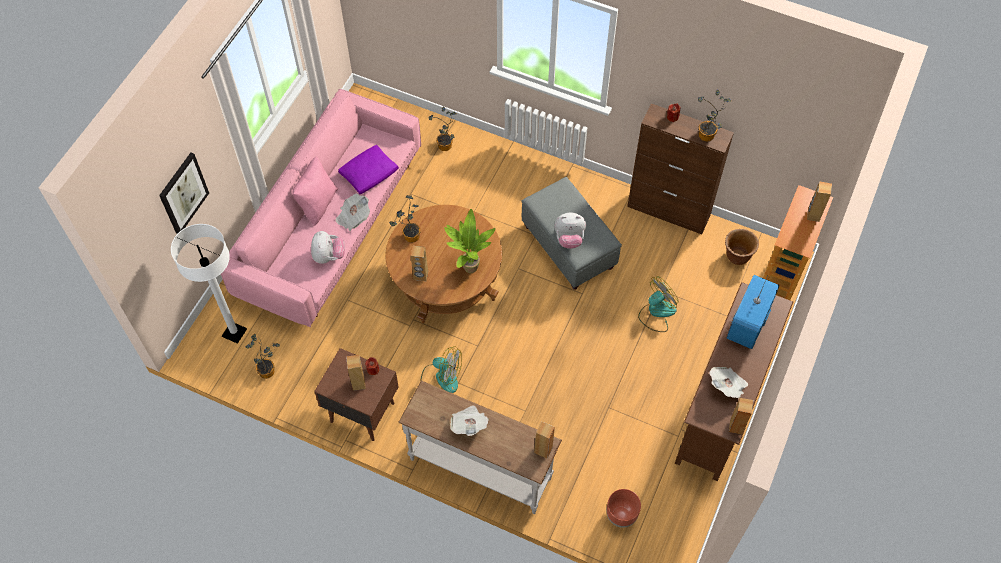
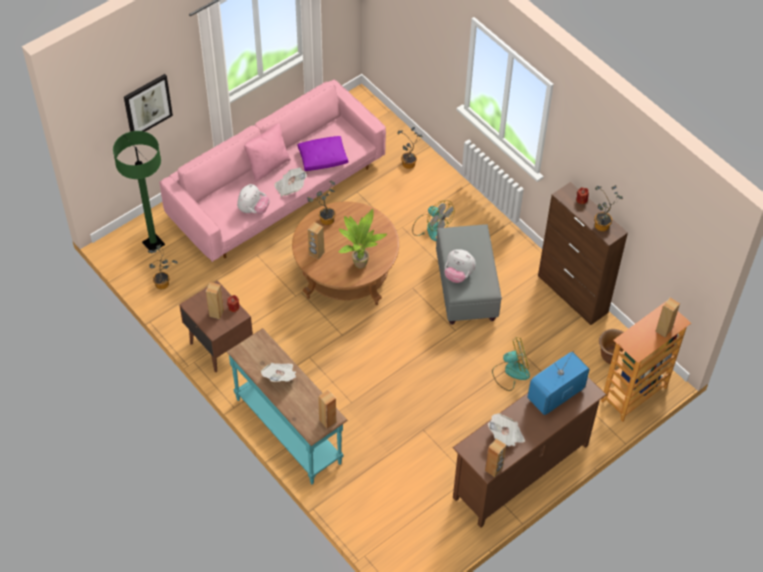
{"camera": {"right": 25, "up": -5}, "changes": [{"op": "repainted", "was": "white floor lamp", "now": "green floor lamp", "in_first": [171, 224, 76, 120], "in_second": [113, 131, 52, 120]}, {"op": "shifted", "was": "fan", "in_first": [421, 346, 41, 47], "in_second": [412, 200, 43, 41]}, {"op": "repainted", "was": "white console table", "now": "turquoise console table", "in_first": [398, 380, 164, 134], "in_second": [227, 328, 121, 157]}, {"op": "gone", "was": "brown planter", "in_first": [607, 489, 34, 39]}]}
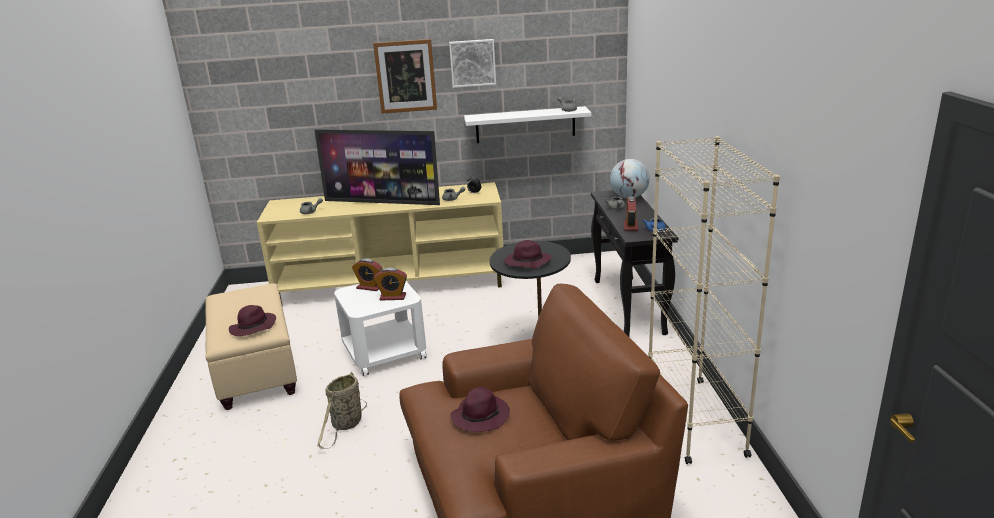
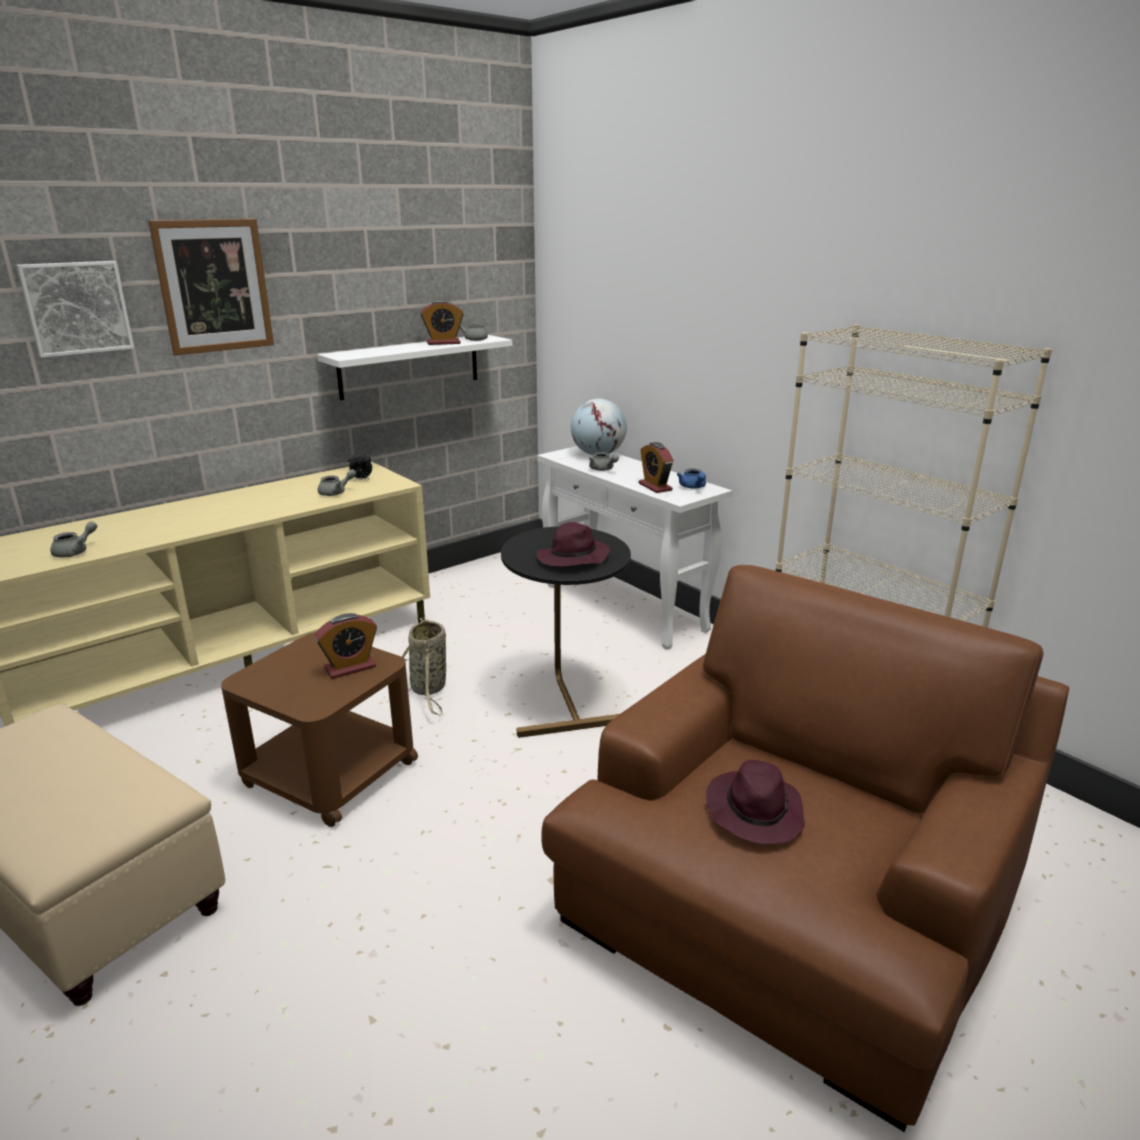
{"camera": {"right": -35, "up": 0}, "changes": [{"op": "shifted", "was": "picture", "in_first": [449, 39, 47, 49], "in_second": [16, 261, 118, 97]}, {"op": "gone", "was": "television", "in_first": [315, 129, 125, 76]}, {"op": "repainted", "was": "black console table", "now": "white console table", "in_first": [591, 190, 87, 146], "in_second": [537, 446, 195, 203]}, {"op": "shifted", "was": "alarm clock", "in_first": [352, 259, 30, 32], "in_second": [420, 300, 43, 45]}, {"op": "repainted", "was": "white side table", "now": "brown side table", "in_first": [334, 281, 92, 95], "in_second": [221, 632, 197, 195]}, {"op": "gone", "was": "purple hat", "in_first": [229, 305, 47, 31]}, {"op": "shifted", "was": "basket", "in_first": [317, 371, 50, 78], "in_second": [402, 618, 44, 97]}]}
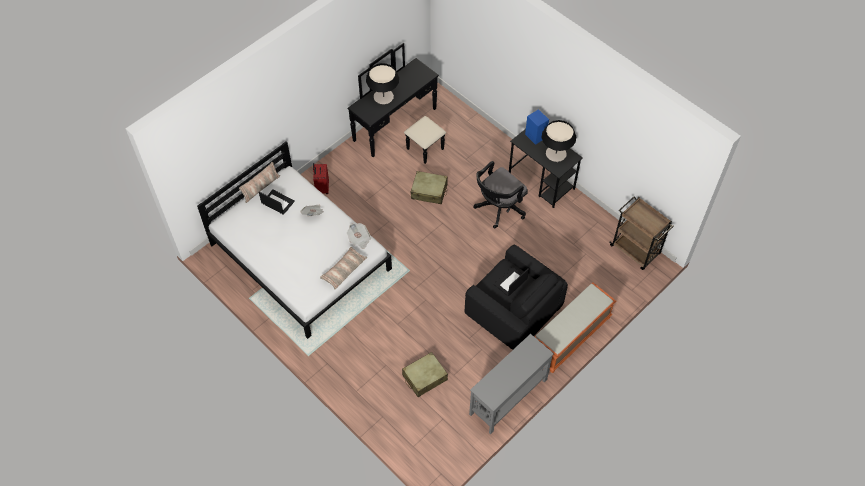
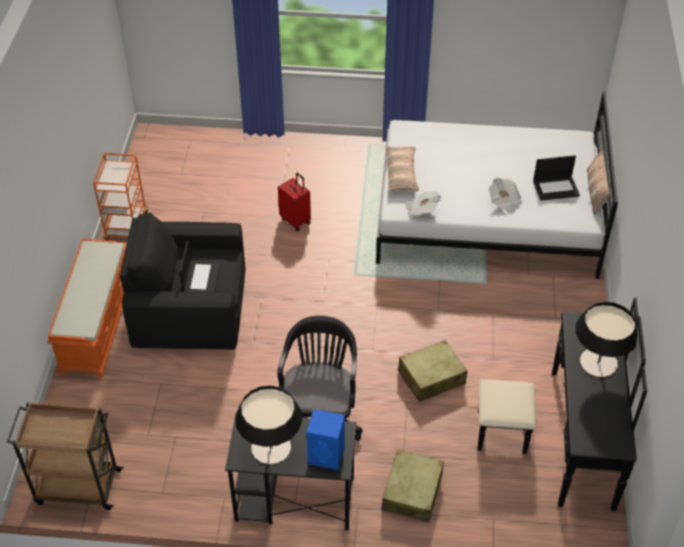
{"camera": {"right": 140, "up": -10}, "changes": [{"op": "shifted", "was": "red suitcase", "in_first": [313, 163, 16, 31], "in_second": [278, 173, 33, 58]}, {"op": "swapped", "was": "grey console table", "now": "orange cart", "in_first": [469, 334, 85, 100], "in_second": [93, 153, 55, 87]}, {"op": "shifted", "was": "beige suitcase", "in_first": [402, 352, 46, 45], "in_second": [382, 450, 62, 72]}]}
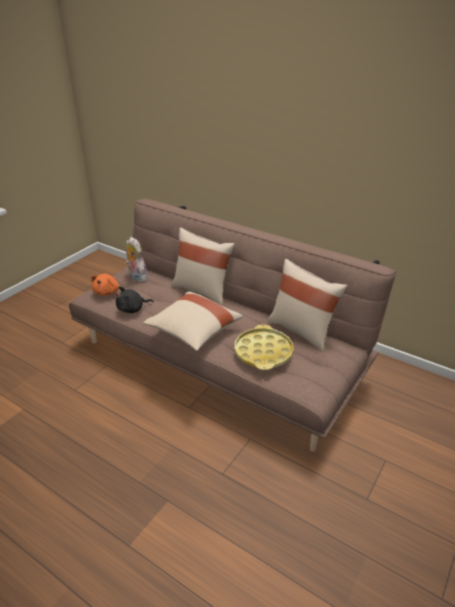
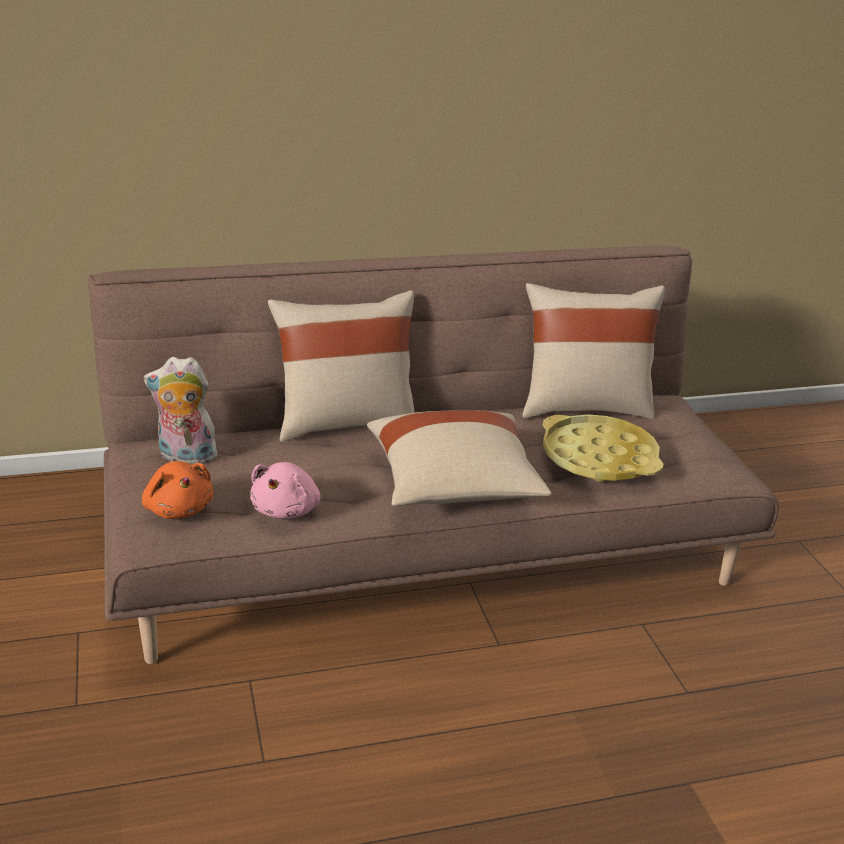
{"camera": {"right": -50, "up": -5}, "changes": [{"op": "repainted", "was": "black plush toy", "now": "pink plush toy", "in_first": [115, 286, 39, 27], "in_second": [250, 462, 70, 57]}]}
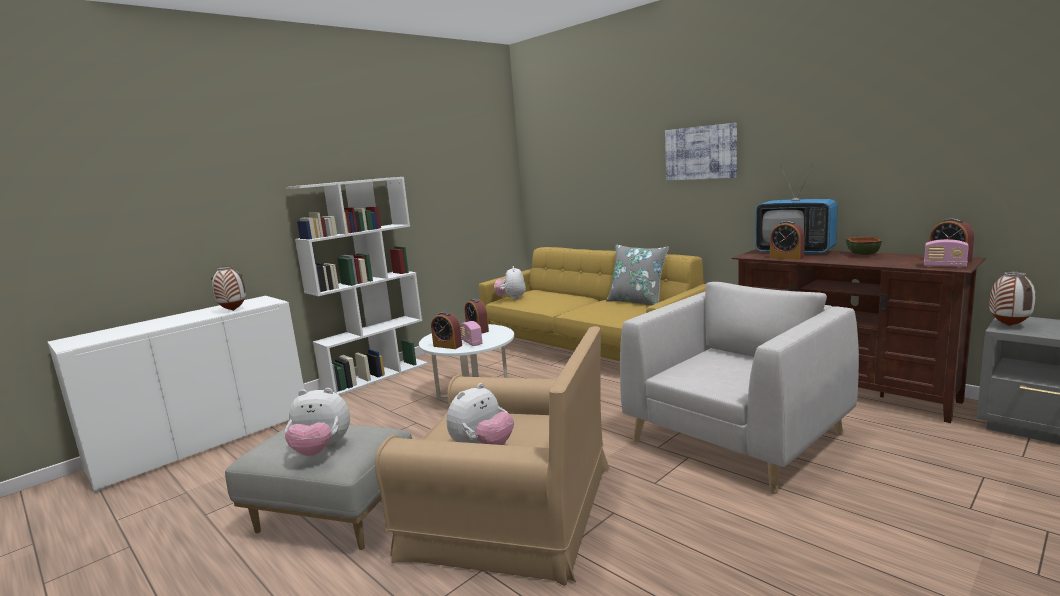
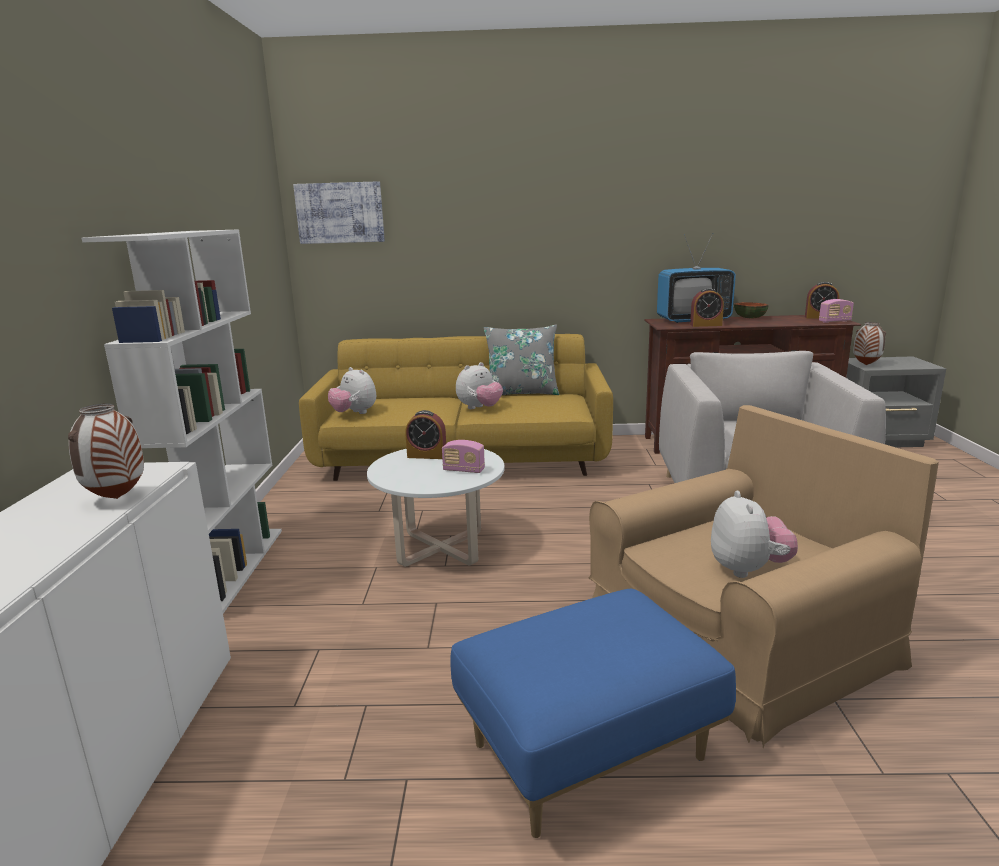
{"camera": {"right": -45, "up": 5}, "changes": [{"op": "shifted", "was": "picture", "in_first": [665, 123, 72, 58], "in_second": [293, 181, 92, 63]}, {"op": "gone", "was": "alarm clock", "in_first": [431, 311, 31, 38]}, {"op": "shifted", "was": "plush toy", "in_first": [285, 388, 65, 68], "in_second": [456, 362, 47, 47]}, {"op": "repainted", "was": "grey ottoman", "now": "blue ottoman", "in_first": [225, 425, 187, 125], "in_second": [450, 589, 286, 249]}]}
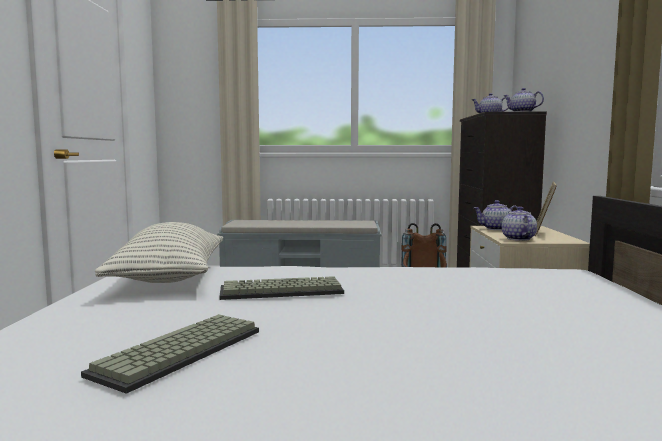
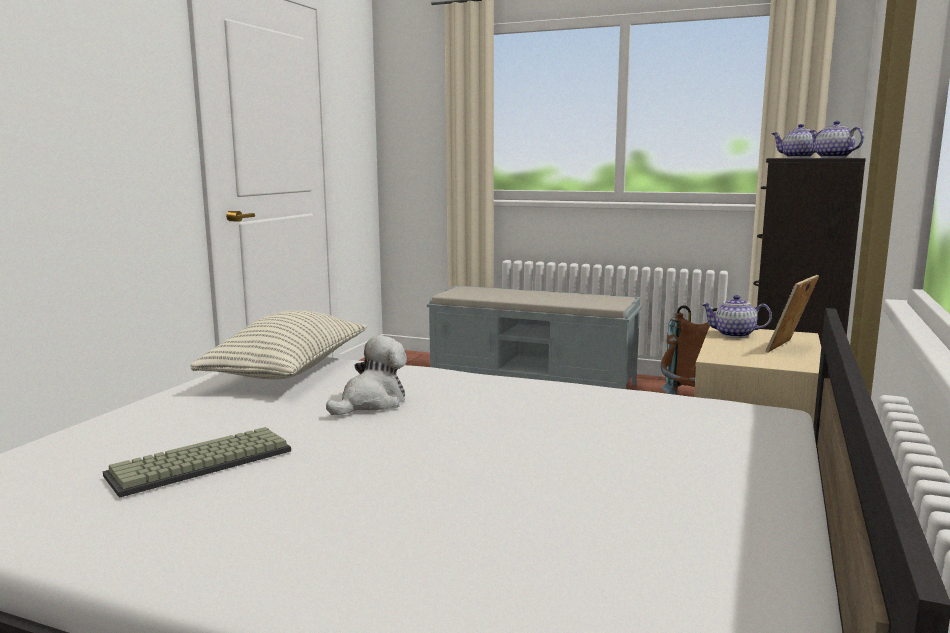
{"camera": {"right": 20, "up": 5}, "changes": [{"op": "gone", "was": "teapot", "in_first": [502, 206, 35, 35]}, {"op": "swapped", "was": "keyboard", "now": "plush toy", "in_first": [219, 276, 125, 24], "in_second": [326, 336, 81, 79]}]}
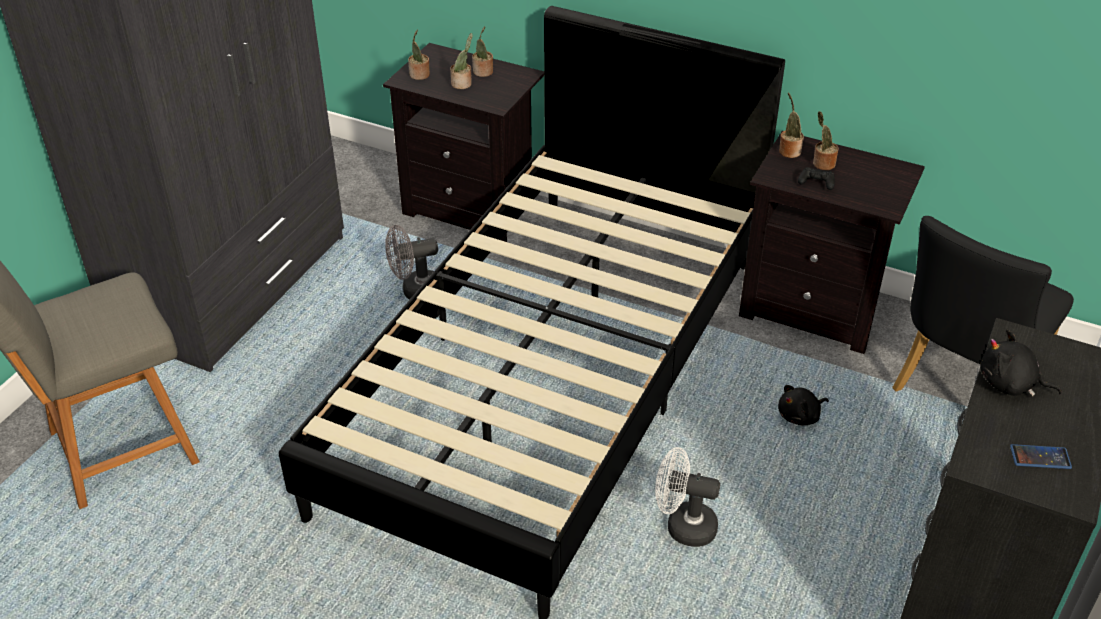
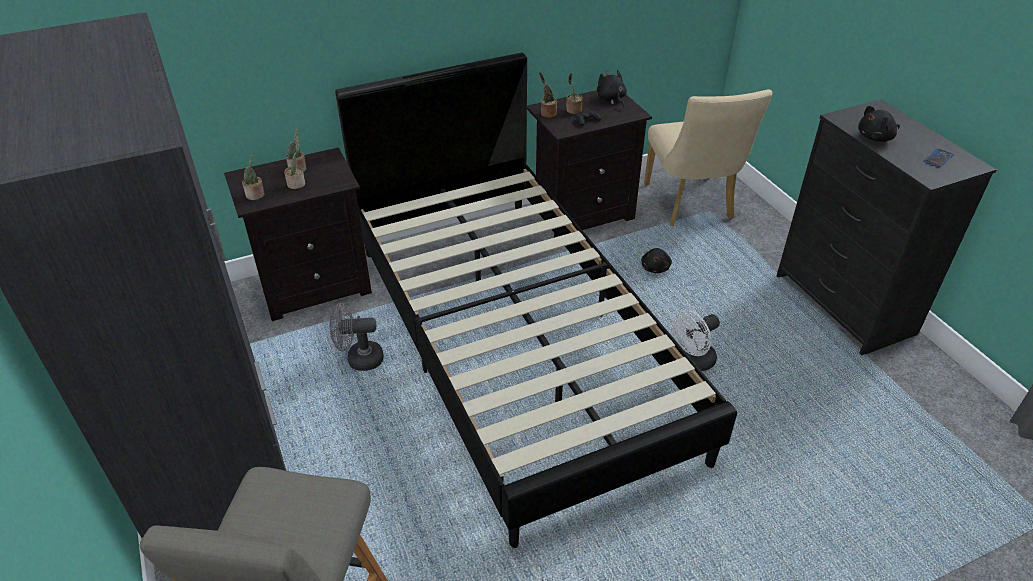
{"camera": {"right": -50, "up": 0}, "changes": [{"op": "repainted", "was": "black chair", "now": "beige chair", "in_first": [892, 216, 182, 176], "in_second": [644, 90, 129, 136]}, {"op": "rotated", "was": "grey fan", "in_first": [385, 225, 53, 75], "in_second": [330, 303, 54, 68], "clockwise": 60}, {"op": "new", "now": "black plush toy", "in_second": [597, 70, 30, 38]}]}
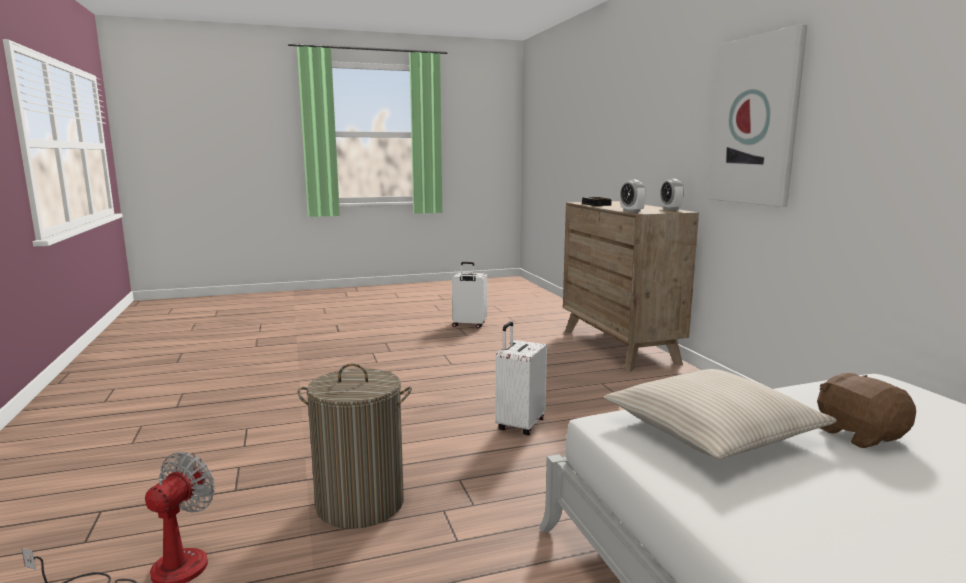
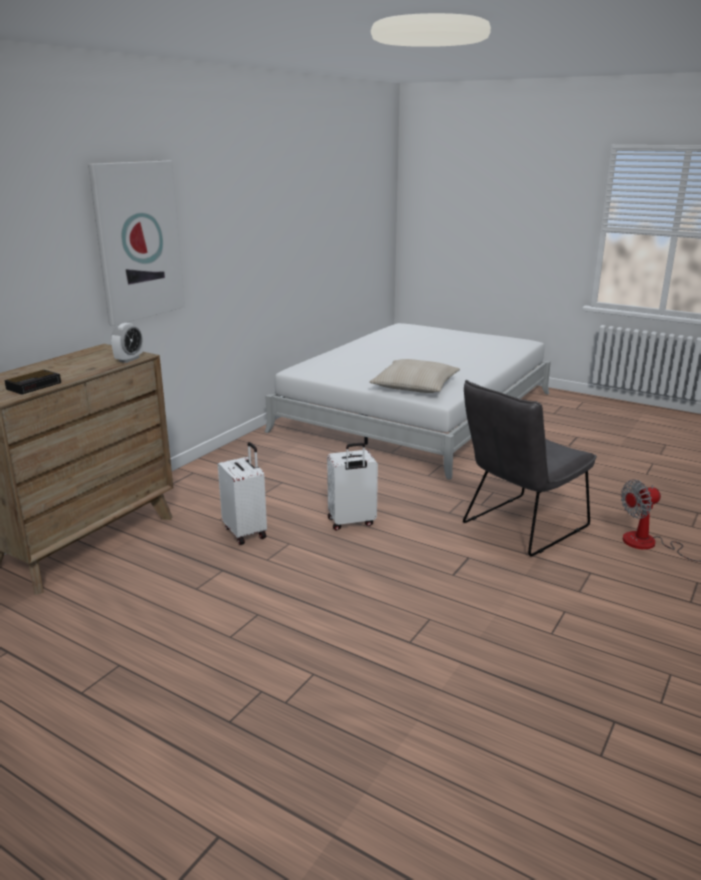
{"camera": {"right": -130, "up": 10}, "changes": [{"op": "gone", "was": "alarm clock", "in_first": [660, 179, 24, 31]}, {"op": "shifted", "was": "white suitcase", "in_first": [452, 262, 35, 66], "in_second": [218, 442, 49, 103]}, {"op": "swapped", "was": "laundry basket", "now": "grey chair", "in_first": [298, 364, 114, 165], "in_second": [463, 380, 134, 176]}, {"op": "gone", "was": "brown plush toy", "in_first": [817, 373, 99, 75]}]}
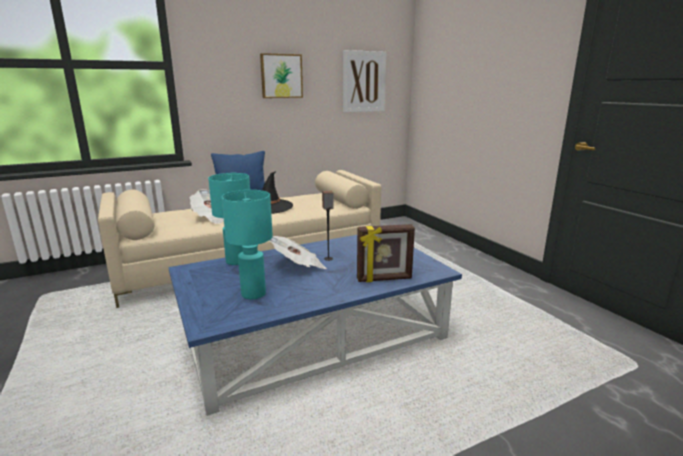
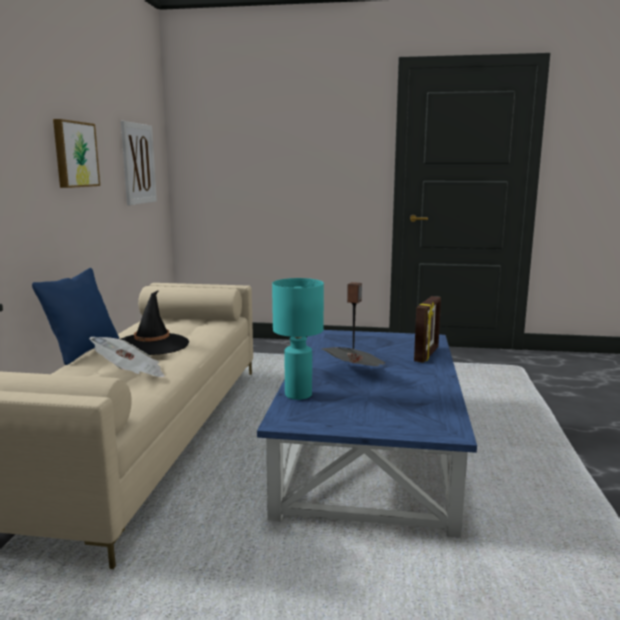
{"camera": {"right": -55, "up": -5}, "changes": [{"op": "gone", "was": "turquoise table lamp", "in_first": [222, 190, 51, 109]}]}
